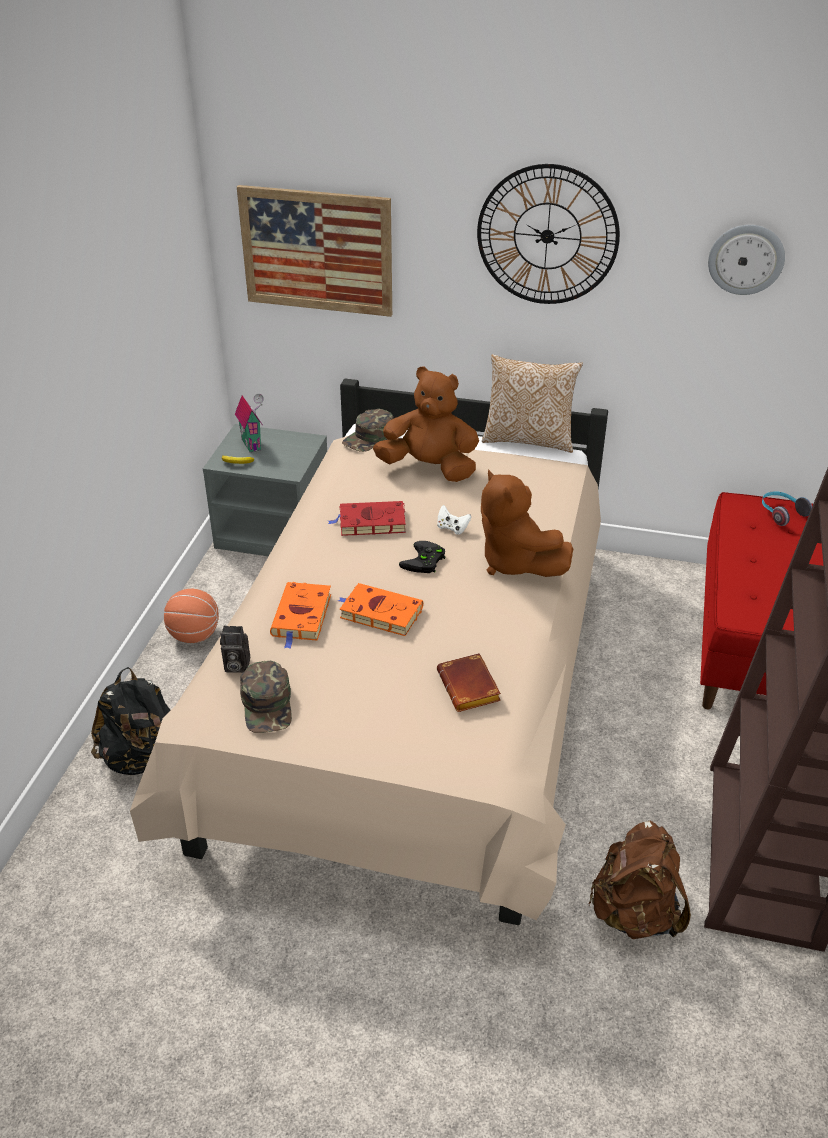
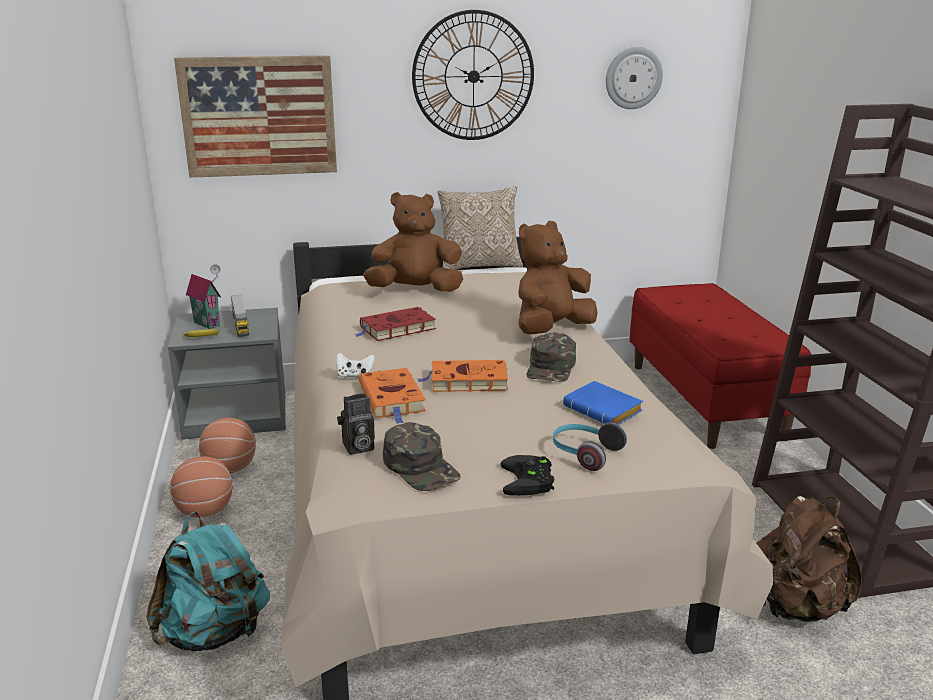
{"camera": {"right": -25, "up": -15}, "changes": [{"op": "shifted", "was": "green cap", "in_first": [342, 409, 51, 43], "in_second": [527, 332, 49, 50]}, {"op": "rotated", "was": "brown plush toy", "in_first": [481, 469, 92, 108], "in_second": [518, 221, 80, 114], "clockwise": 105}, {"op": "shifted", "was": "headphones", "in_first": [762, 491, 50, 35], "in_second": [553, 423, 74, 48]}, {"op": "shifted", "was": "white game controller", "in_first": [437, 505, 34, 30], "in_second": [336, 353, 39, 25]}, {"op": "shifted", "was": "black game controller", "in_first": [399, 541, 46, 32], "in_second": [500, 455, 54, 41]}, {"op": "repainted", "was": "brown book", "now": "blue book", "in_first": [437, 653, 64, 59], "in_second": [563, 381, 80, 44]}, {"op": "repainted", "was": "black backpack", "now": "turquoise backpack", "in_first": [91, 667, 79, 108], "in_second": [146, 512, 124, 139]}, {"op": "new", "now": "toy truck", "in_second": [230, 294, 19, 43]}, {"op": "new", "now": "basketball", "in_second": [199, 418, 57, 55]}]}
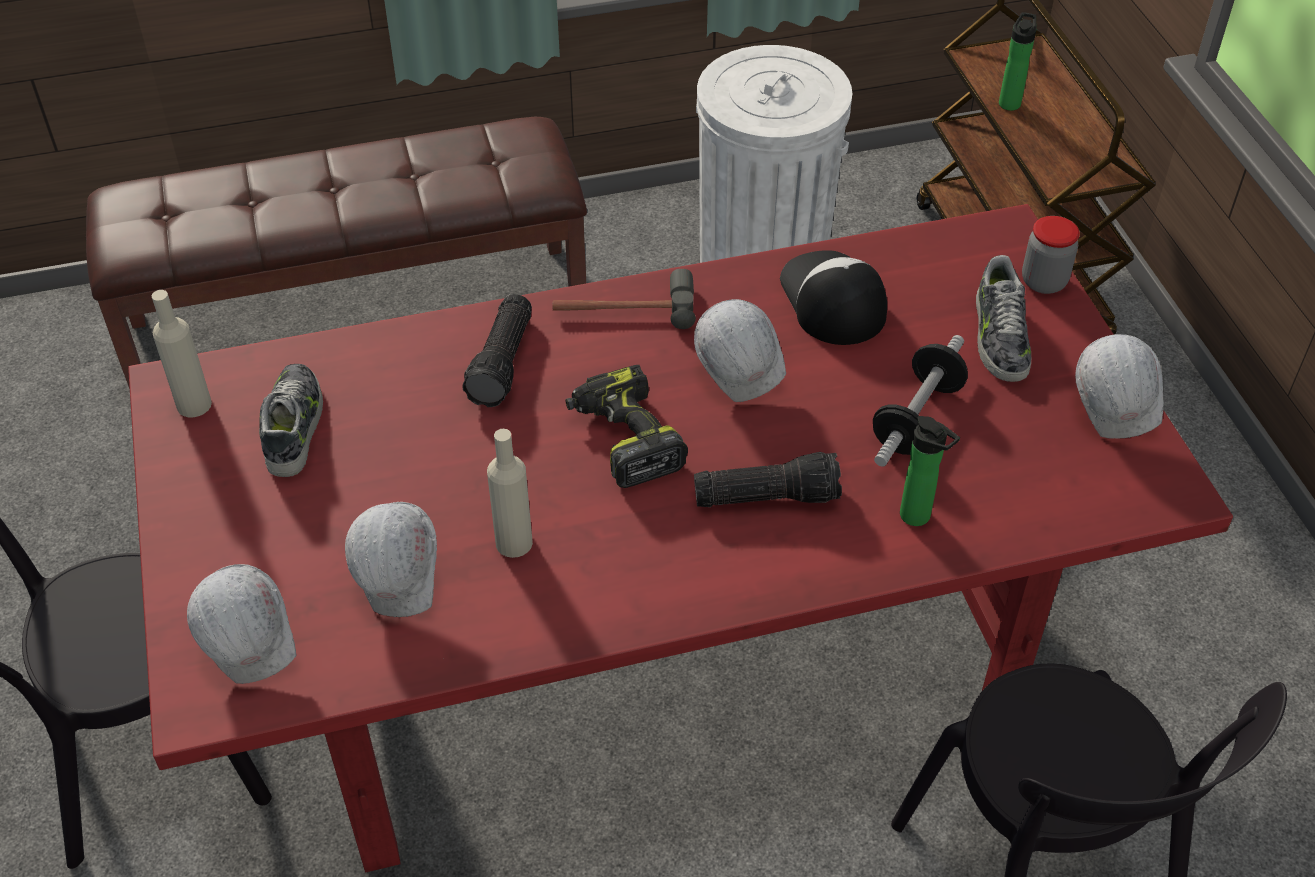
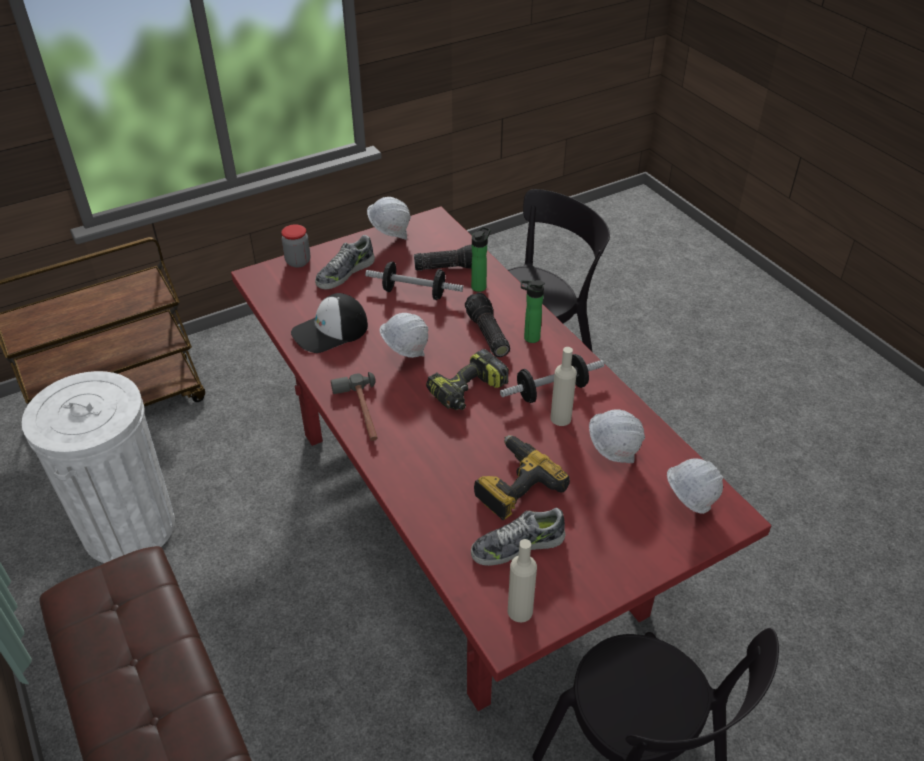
{"camera": {"right": -105, "up": -5}, "changes": [{"op": "shifted", "was": "bottle", "in_first": [999, 12, 38, 99], "in_second": [521, 280, 24, 63]}, {"op": "rotated", "was": "shoe", "in_first": [976, 255, 55, 127], "in_second": [315, 235, 60, 54], "clockwise": 150}, {"op": "shifted", "was": "flashlight", "in_first": [462, 294, 70, 113], "in_second": [414, 244, 58, 27]}, {"op": "new", "now": "dumbbell", "in_second": [500, 354, 104, 49]}, {"op": "new", "now": "power drill", "in_second": [474, 435, 96, 85]}]}
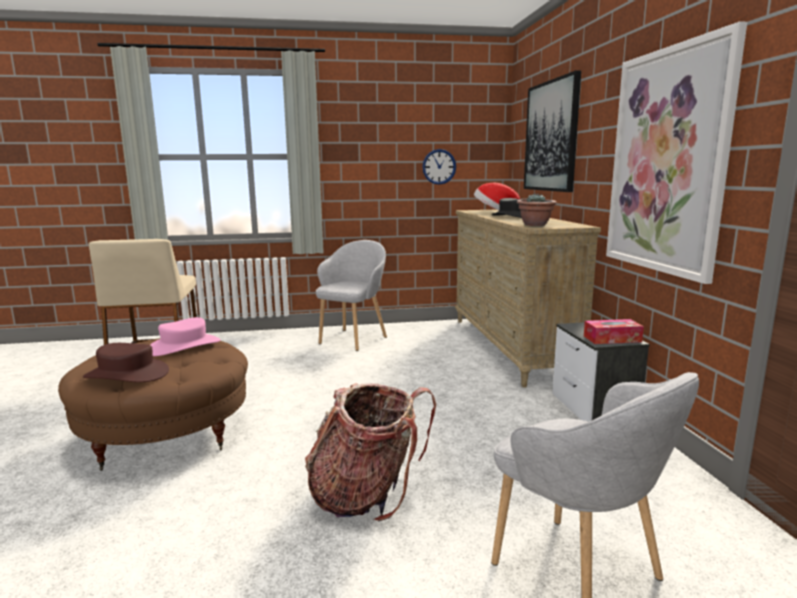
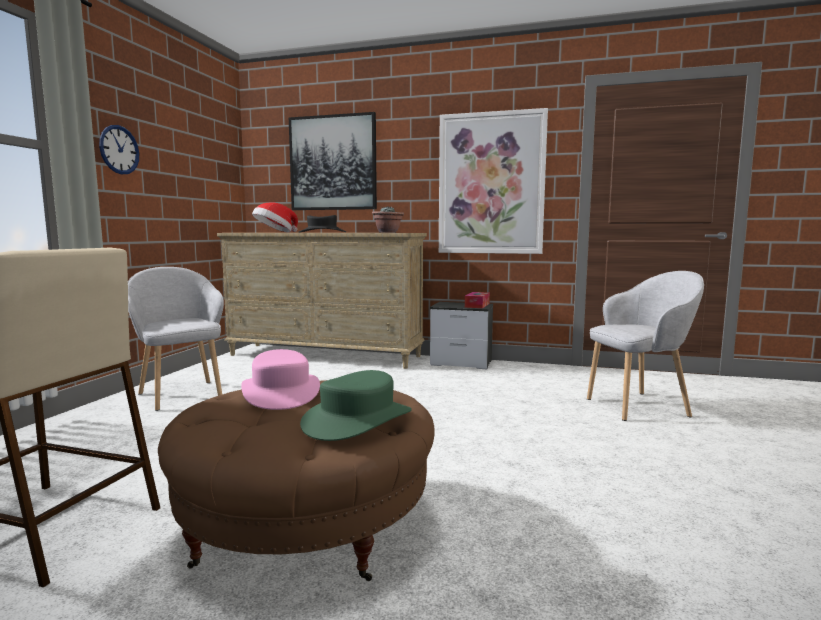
{"camera": {"right": -65, "up": -5}, "changes": [{"op": "shifted", "was": "wall clock", "in_first": [422, 149, 34, 36], "in_second": [99, 125, 40, 49]}, {"op": "repainted", "was": "brown hat", "now": "green hat", "in_first": [83, 343, 86, 39], "in_second": [300, 370, 112, 71]}, {"op": "gone", "was": "backpack", "in_first": [305, 383, 131, 138]}]}
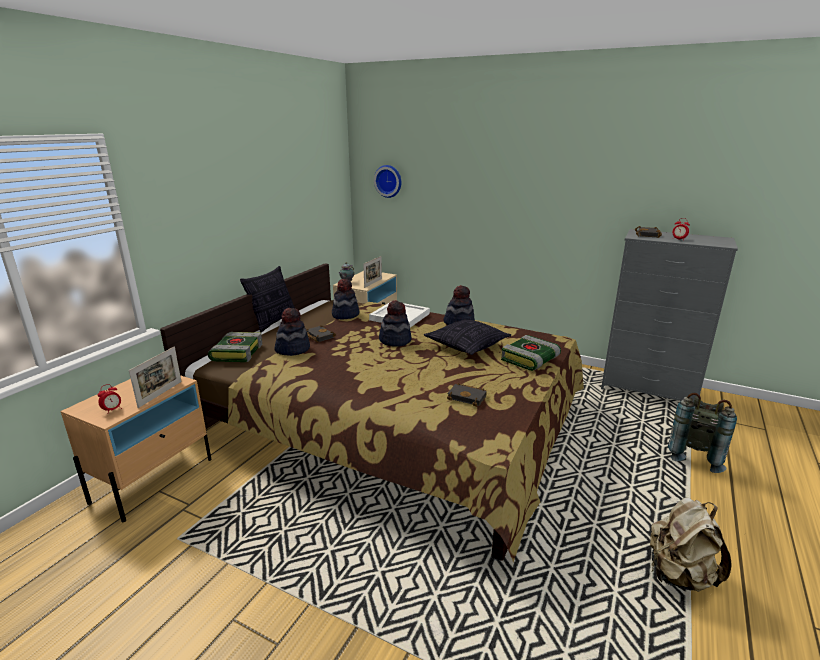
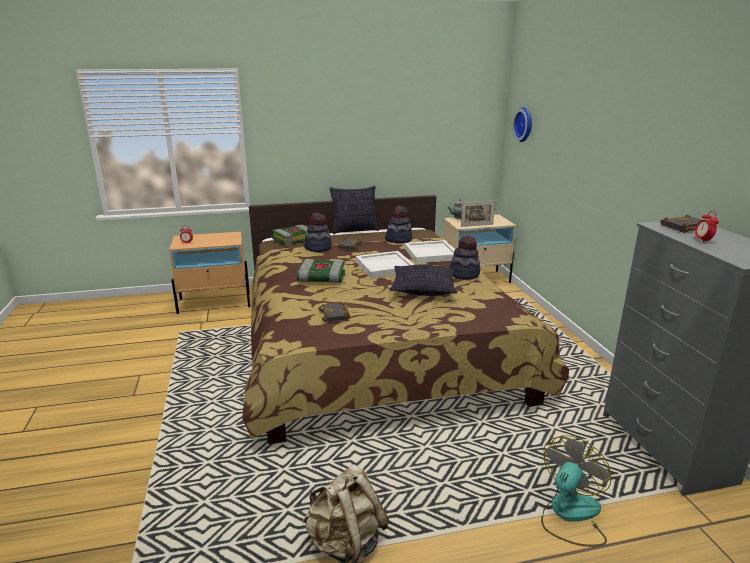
{"camera": {"right": 50, "up": 0}, "changes": [{"op": "swapped", "was": "hat", "now": "white tray", "in_first": [379, 300, 33, 47], "in_second": [356, 251, 58, 27]}, {"op": "shifted", "was": "book", "in_first": [501, 335, 60, 36], "in_second": [297, 259, 48, 24]}, {"op": "gone", "was": "picture frame", "in_first": [129, 347, 53, 61]}, {"op": "swapped", "was": "grey backpack", "now": "fan", "in_first": [668, 393, 69, 80], "in_second": [541, 435, 70, 112]}]}
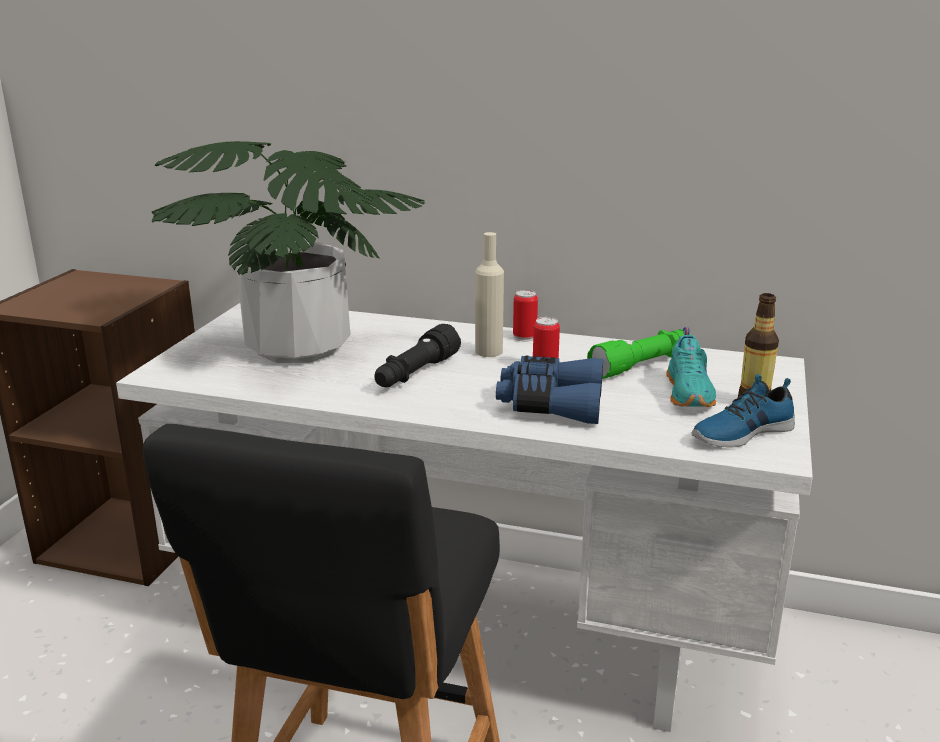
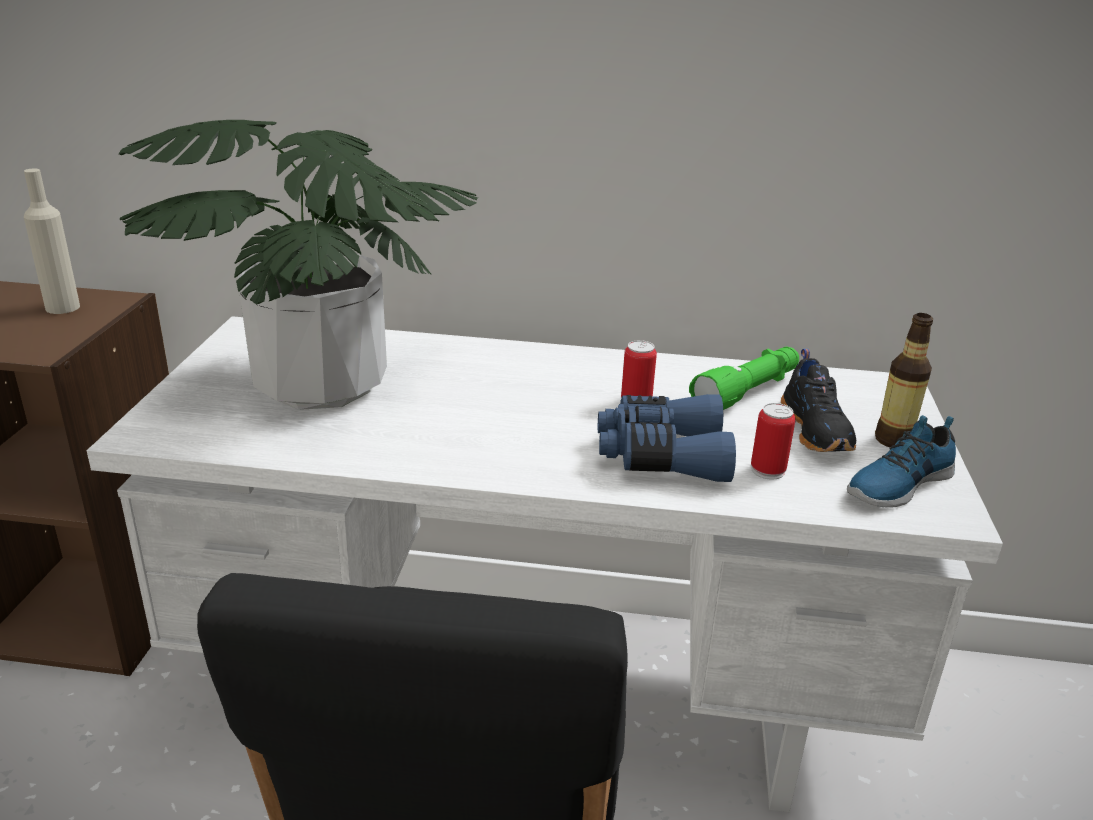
{"camera": {"right": -10, "up": 5}, "changes": [{"op": "shifted", "was": "beige bottle", "in_first": [475, 232, 29, 125], "in_second": [24, 169, 56, 145]}, {"op": "shifted", "was": "can", "in_first": [513, 290, 25, 52], "in_second": [751, 403, 45, 76]}, {"op": "gone", "was": "black flashlight", "in_first": [375, 324, 86, 63]}, {"op": "repainted", "was": "turquoise shoe", "now": "black shoe", "in_first": [666, 327, 50, 80], "in_second": [781, 349, 75, 103]}]}
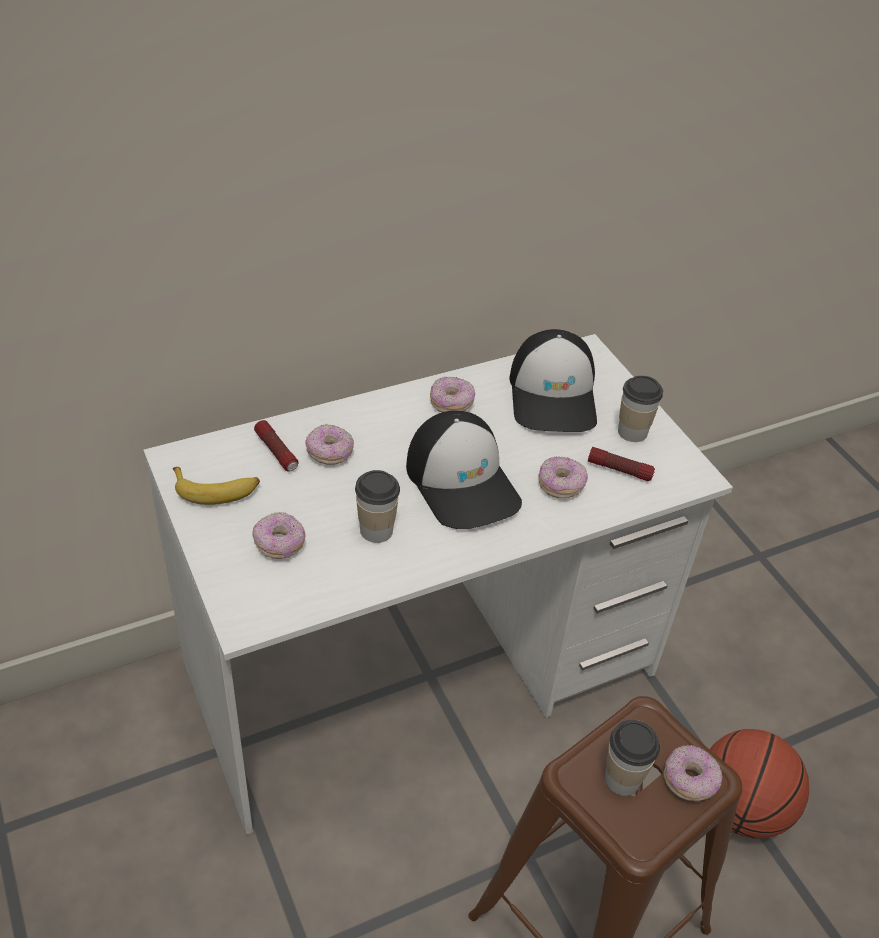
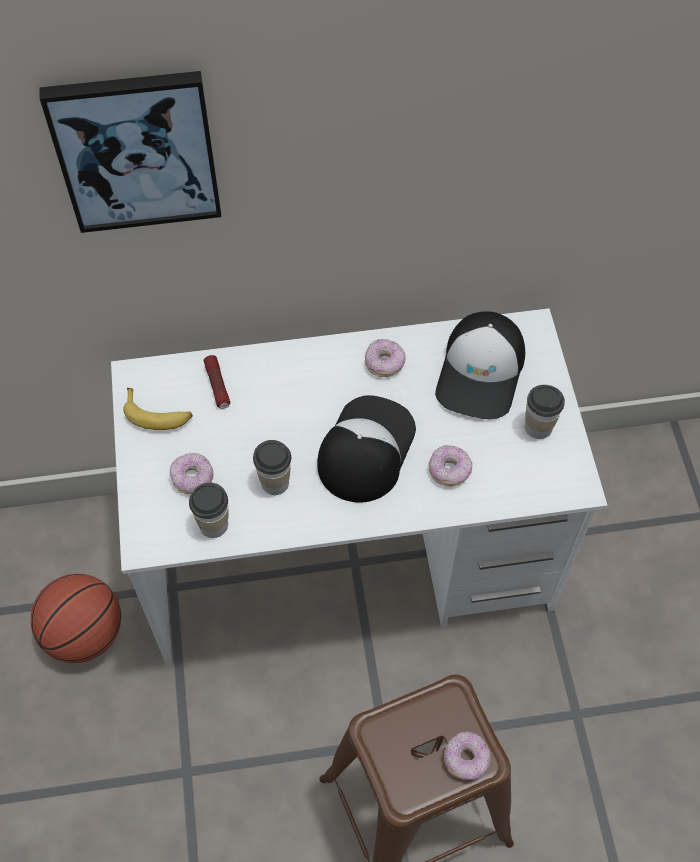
{"camera": {"right": 20, "up": 15}, "changes": [{"op": "rotated", "was": "cap", "in_first": [406, 411, 116, 118], "in_second": [317, 395, 99, 108], "clockwise": -150}, {"op": "gone", "was": "donut", "in_first": [305, 424, 49, 41]}, {"op": "gone", "was": "flashlight", "in_first": [588, 447, 67, 34]}, {"op": "shifted", "was": "cup", "in_first": [605, 720, 55, 76], "in_second": [189, 483, 39, 55]}, {"op": "shifted", "was": "basketball", "in_first": [709, 729, 100, 110], "in_second": [31, 574, 90, 89]}, {"op": "new", "now": "picture", "in_second": [39, 71, 182, 162]}]}
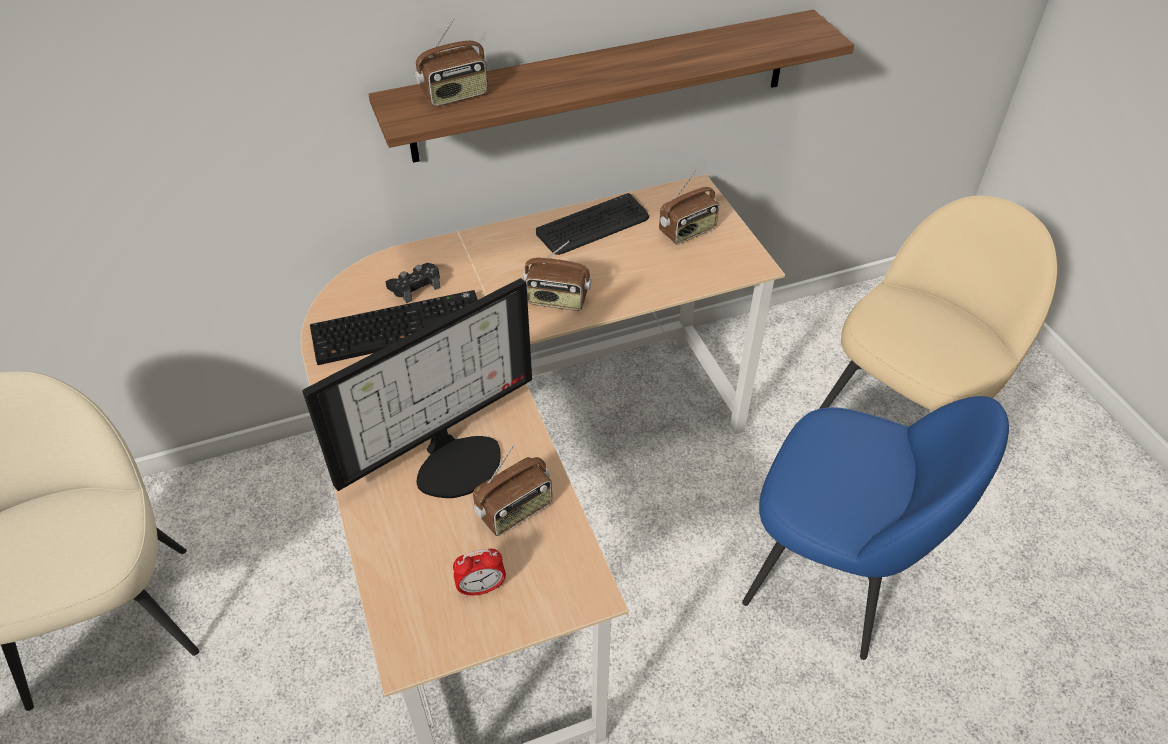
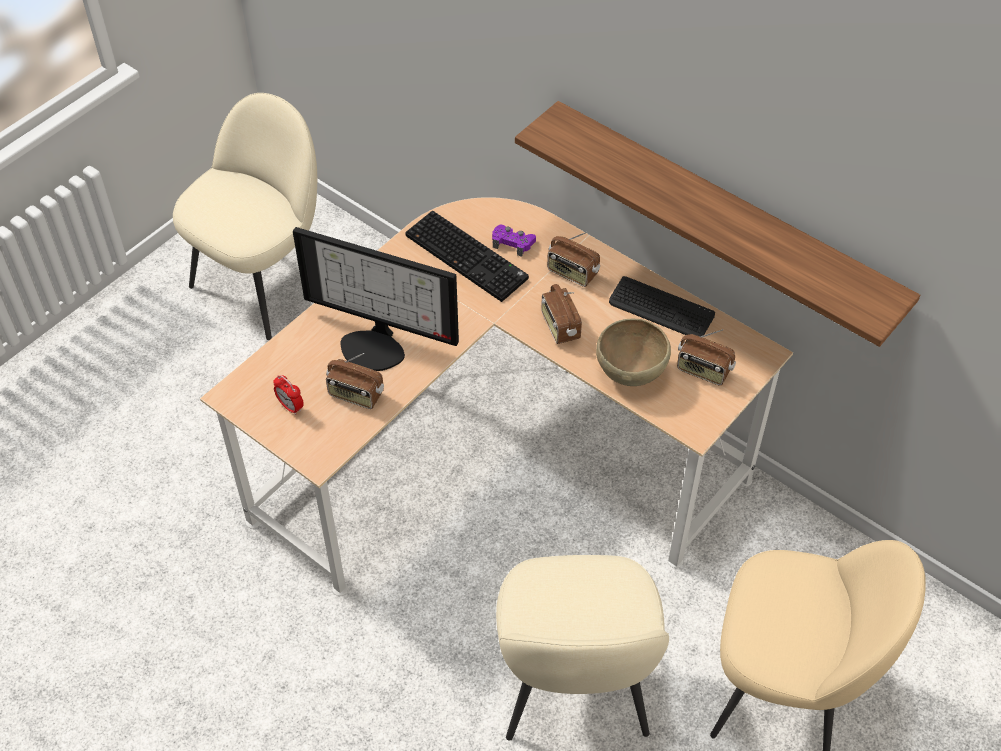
{"camera": {"right": 60, "up": 5}, "changes": [{"op": "shifted", "was": "radio", "in_first": [415, 18, 73, 88], "in_second": [547, 232, 53, 55]}, {"op": "repainted", "was": "black game controller", "now": "purple game controller", "in_first": [386, 263, 54, 40], "in_second": [492, 225, 44, 32]}, {"op": "repainted", "was": "blue chair", "now": "beige chair", "in_first": [742, 396, 267, 264], "in_second": [496, 555, 173, 186]}, {"op": "new", "now": "brown bowl", "in_second": [596, 319, 75, 67]}]}
